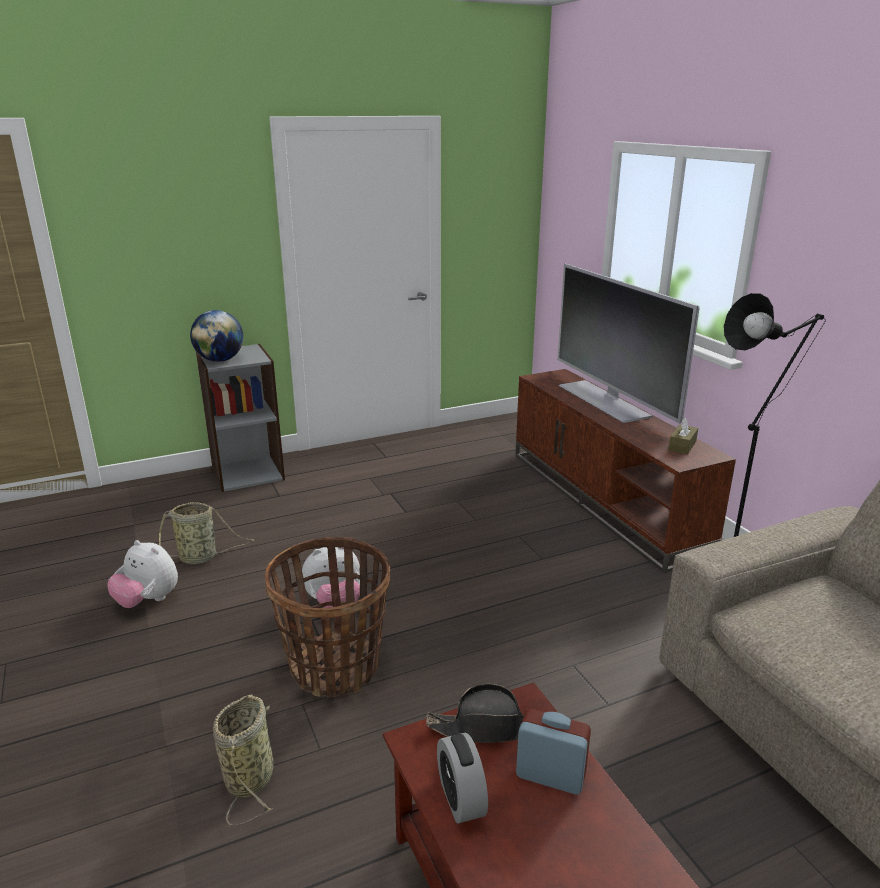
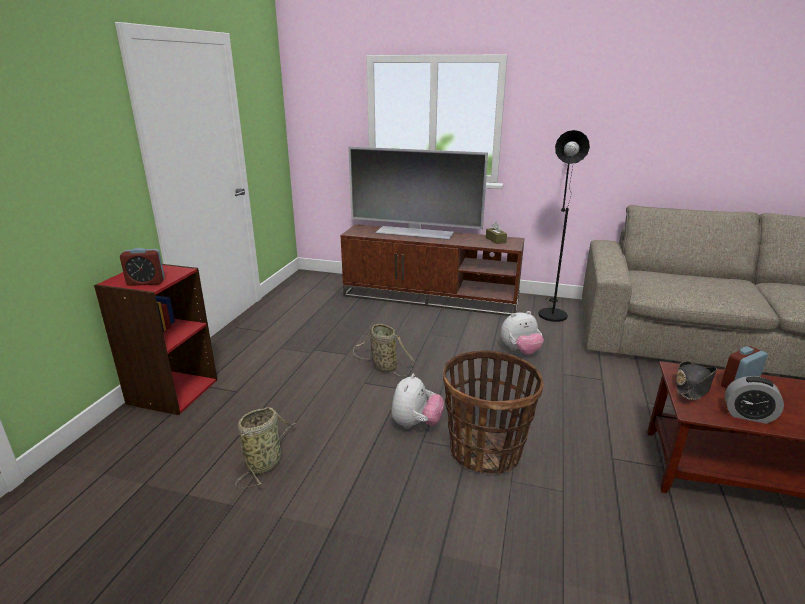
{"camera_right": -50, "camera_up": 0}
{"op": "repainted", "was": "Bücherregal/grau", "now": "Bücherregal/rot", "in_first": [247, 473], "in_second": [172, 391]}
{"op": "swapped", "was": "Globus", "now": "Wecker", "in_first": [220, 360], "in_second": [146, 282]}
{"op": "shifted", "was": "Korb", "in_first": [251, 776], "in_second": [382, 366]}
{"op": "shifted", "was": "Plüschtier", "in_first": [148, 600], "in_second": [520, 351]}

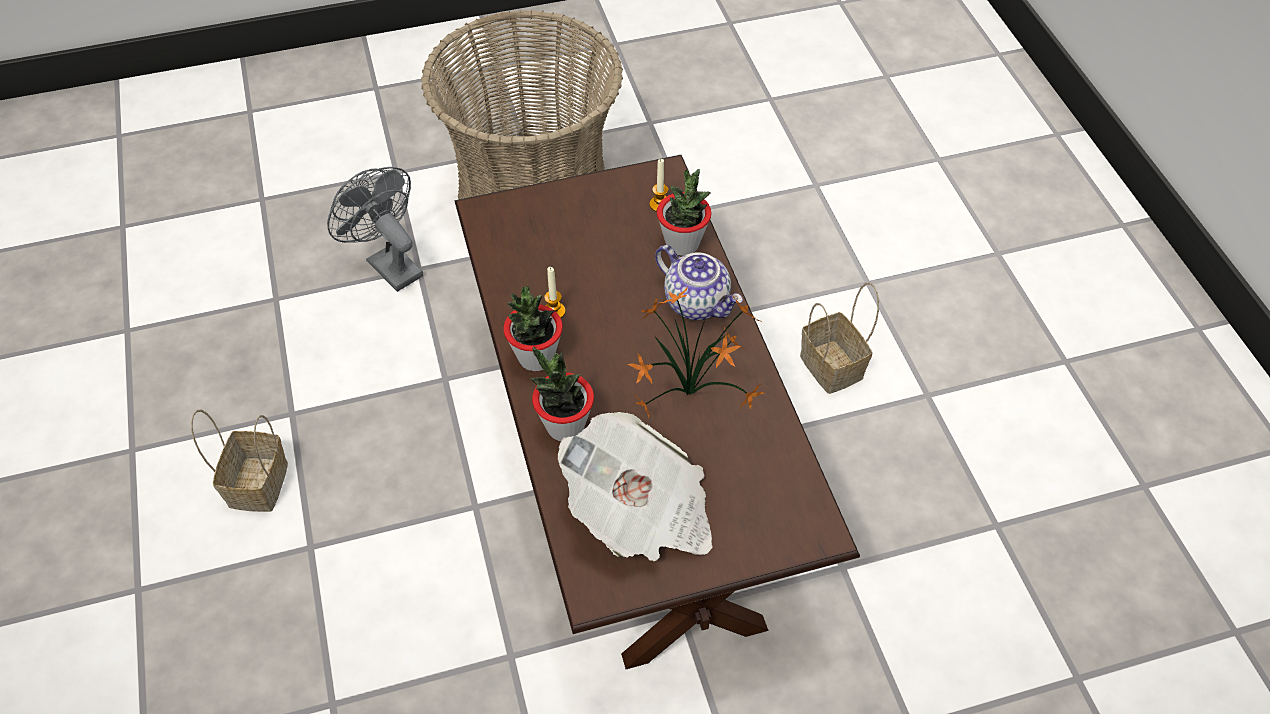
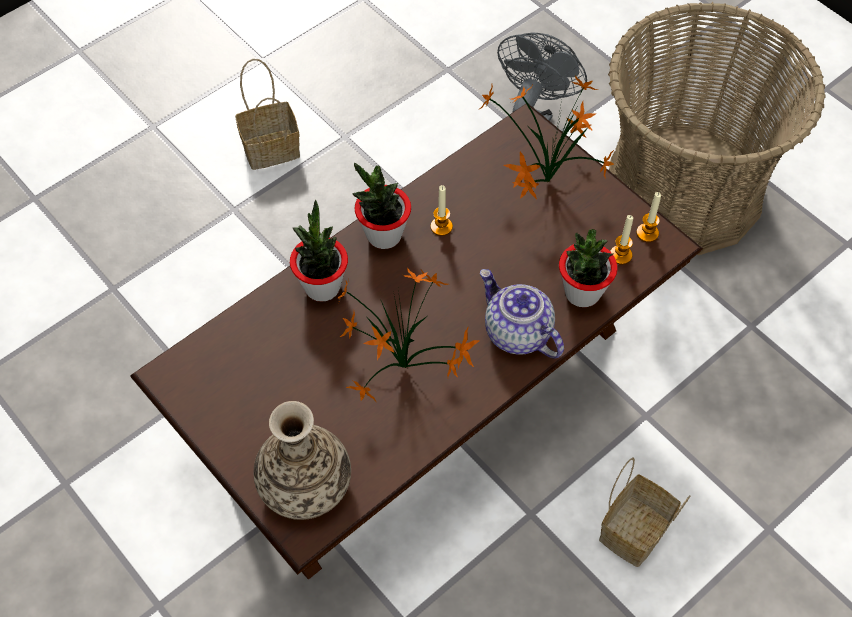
{"camera_right": 65, "camera_up": 5}
{"op": "new", "now": "Vase", "in_second": [305, 485]}
{"op": "new", "now": "Topfpflanze", "in_second": [544, 183]}
{"op": "rotated", "was": "Teekanne", "in_first": [697, 302], "in_second": [516, 333], "clockwise": 120}
{"op": "new", "now": "Kerze", "in_second": [647, 233]}
{"op": "gone", "was": "Zeitung", "in_first": [641, 512]}

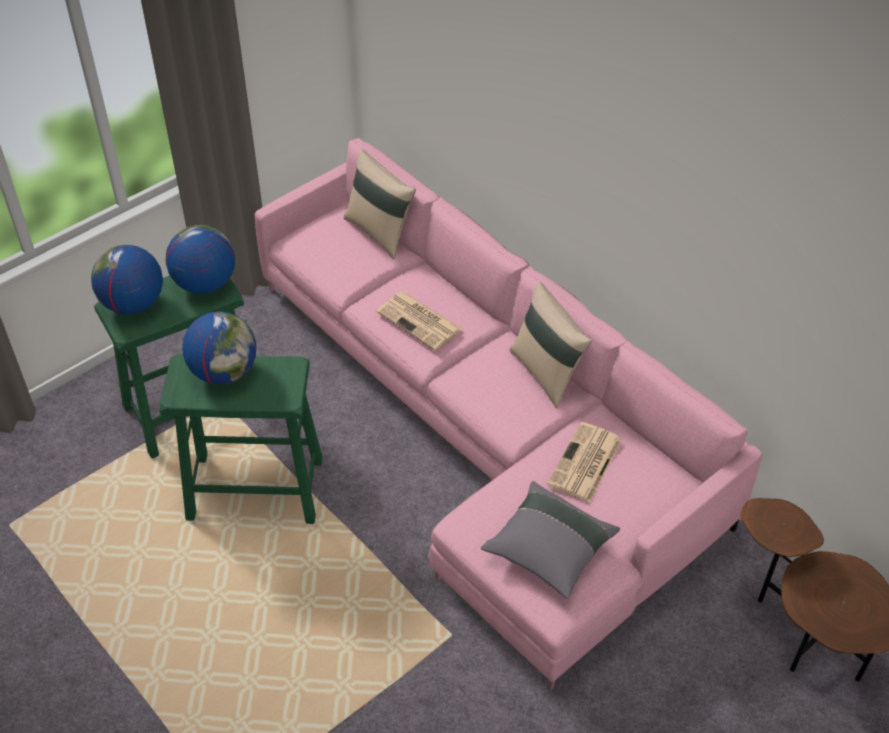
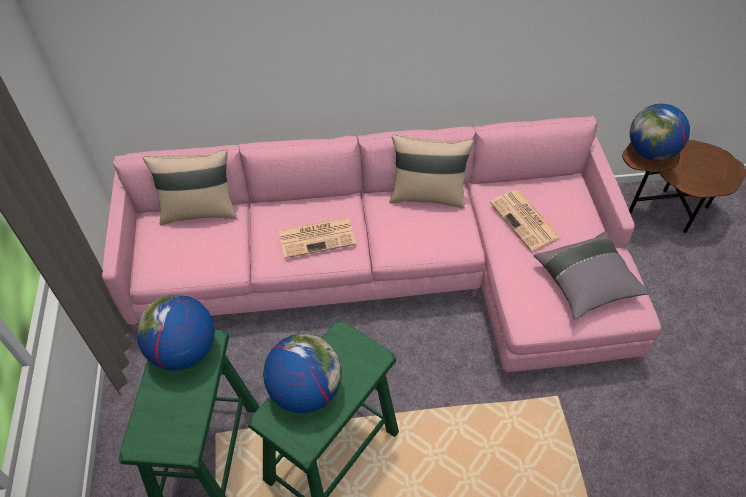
{"camera_right": -55, "camera_up": 5}
{"op": "shifted", "was": "Globus", "in_first": [133, 304], "in_second": [650, 152]}

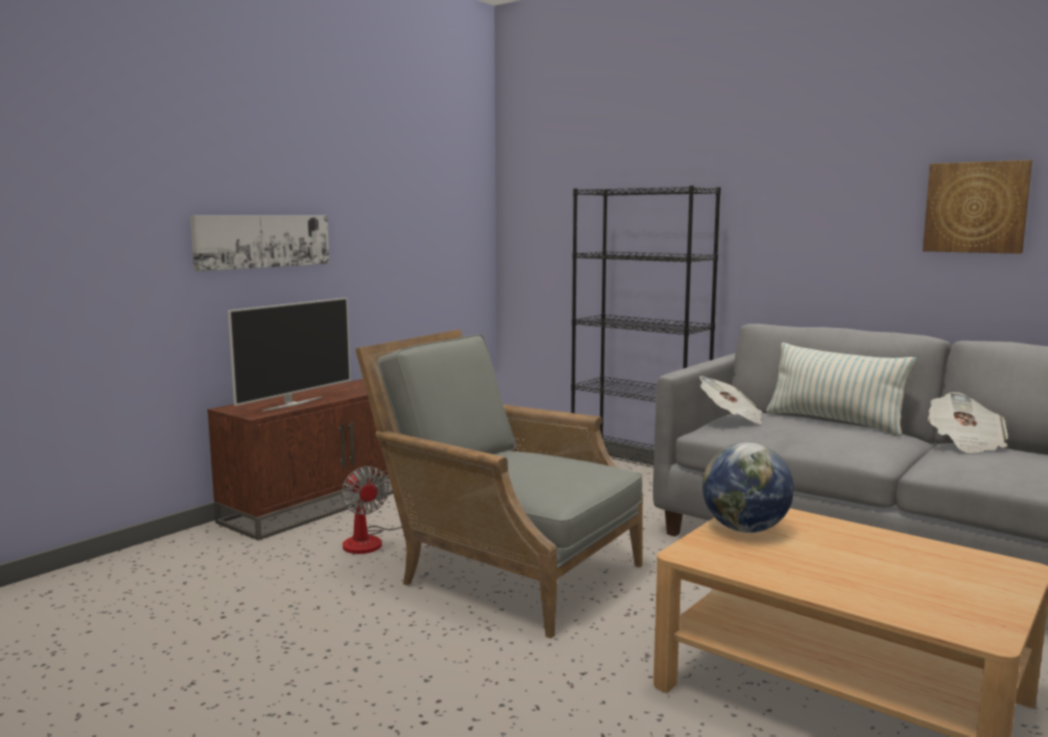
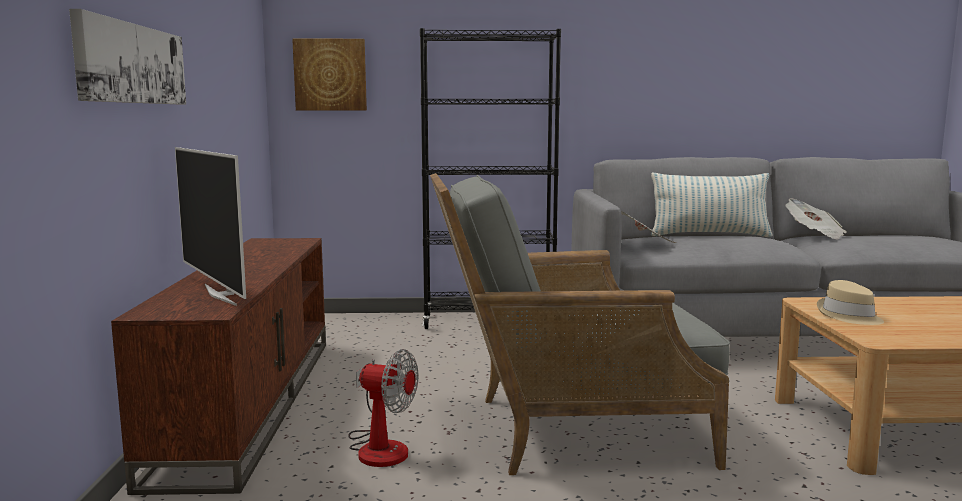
{"camera_right": -40, "camera_up": 0}
{"op": "rotated", "was": "Fernseher", "in_first": [292, 404], "in_second": [221, 294], "clockwise": 150}
{"op": "shifted", "was": "Bild", "in_first": [976, 207], "in_second": [330, 75]}
{"op": "swapped", "was": "Globus", "now": "Hut/beige", "in_first": [744, 529], "in_second": [849, 316]}

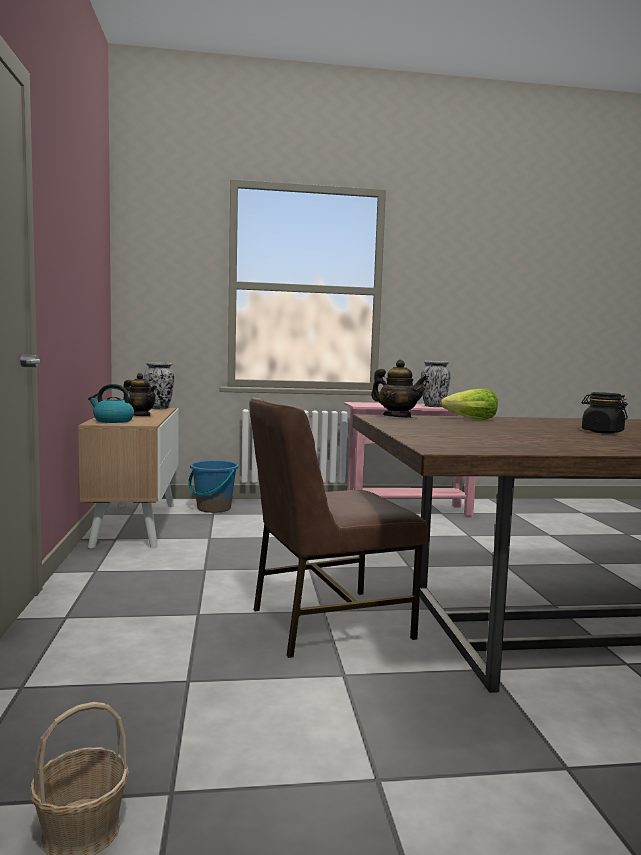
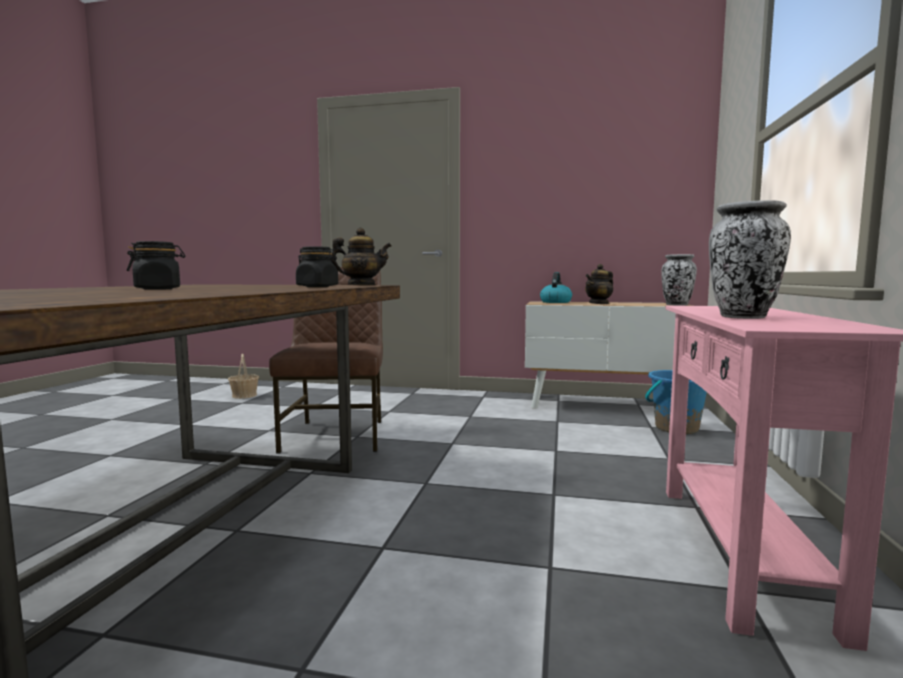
{"camera_right": 110, "camera_up": 0}
{"op": "swapped", "was": "Salatkopf", "now": "Vorratsglas/schwarz", "in_first": [471, 419], "in_second": [317, 287]}
{"op": "rotated", "was": "Teekanne", "in_first": [397, 417], "in_second": [361, 285], "clockwise": -150}

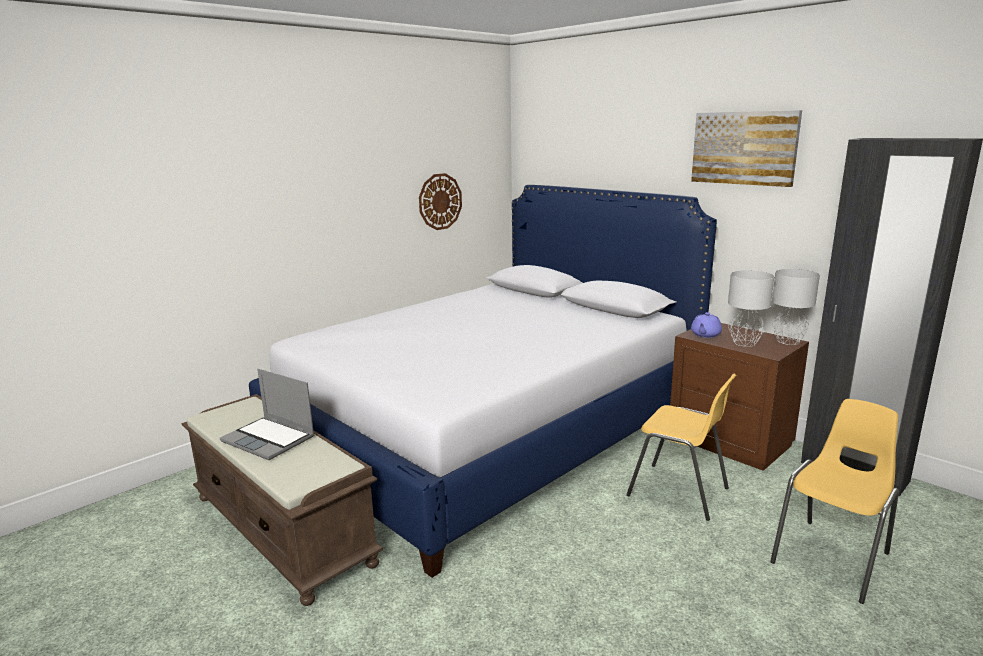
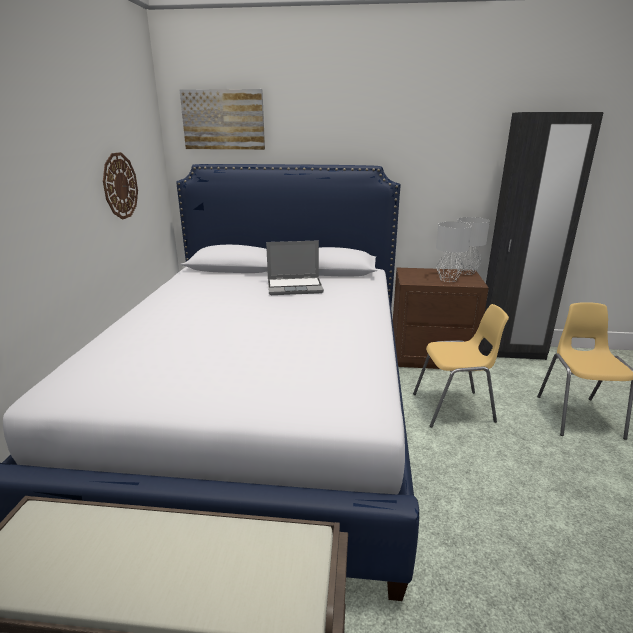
{"camera_right": -40, "camera_up": 5}
{"op": "shifted", "was": "Bild", "in_first": [744, 148], "in_second": [223, 120]}
{"op": "shifted", "was": "Laptop", "in_first": [270, 439], "in_second": [295, 287]}
{"op": "gone", "was": "Teekanne/lila", "in_first": [705, 335]}

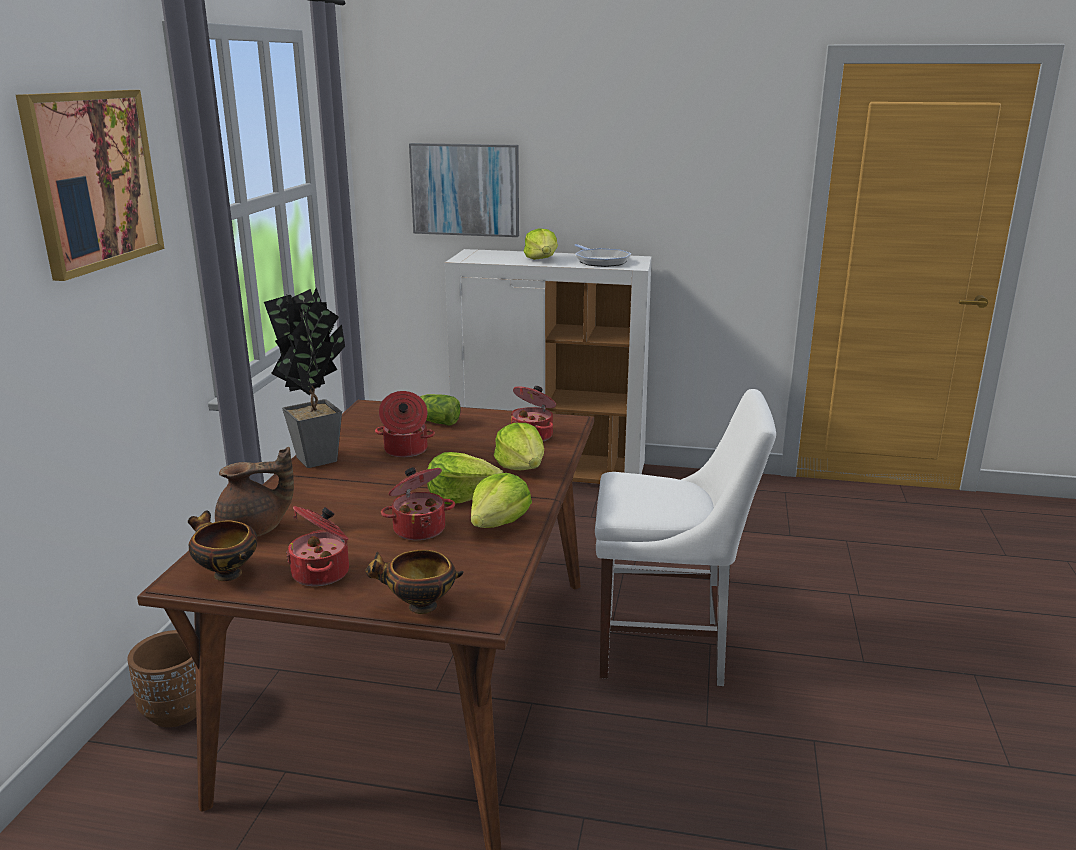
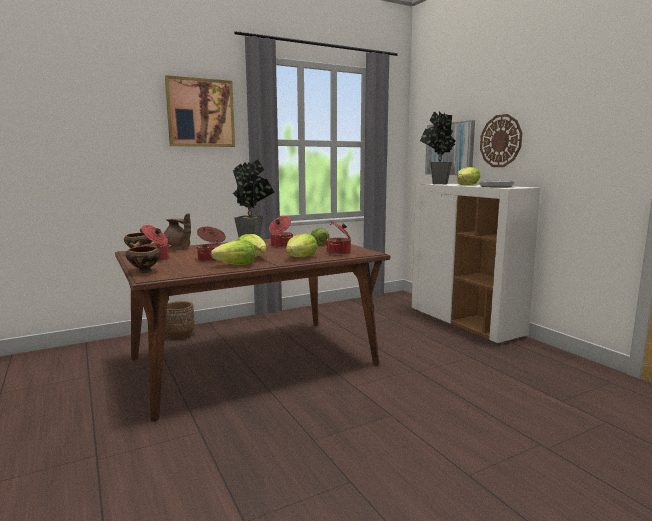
{"camera_right": 50, "camera_up": -10}
{"op": "new", "now": "Topfpflanze", "in_second": [438, 184]}
{"op": "new", "now": "Wanduhr", "in_second": [500, 141]}
{"op": "gone", "was": "Stuhl/weiß", "in_first": [669, 649]}

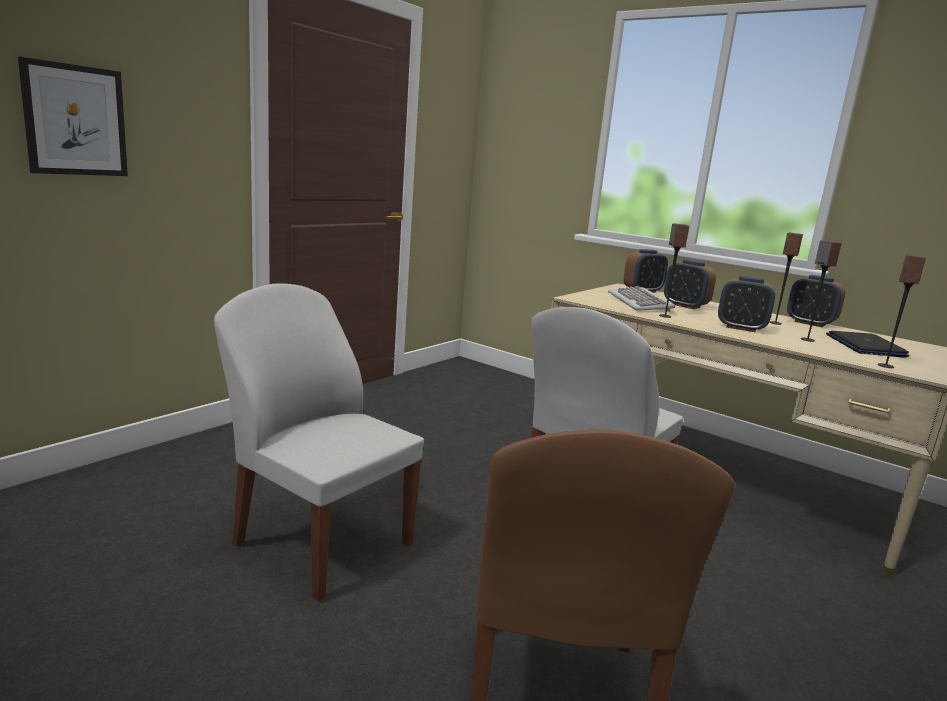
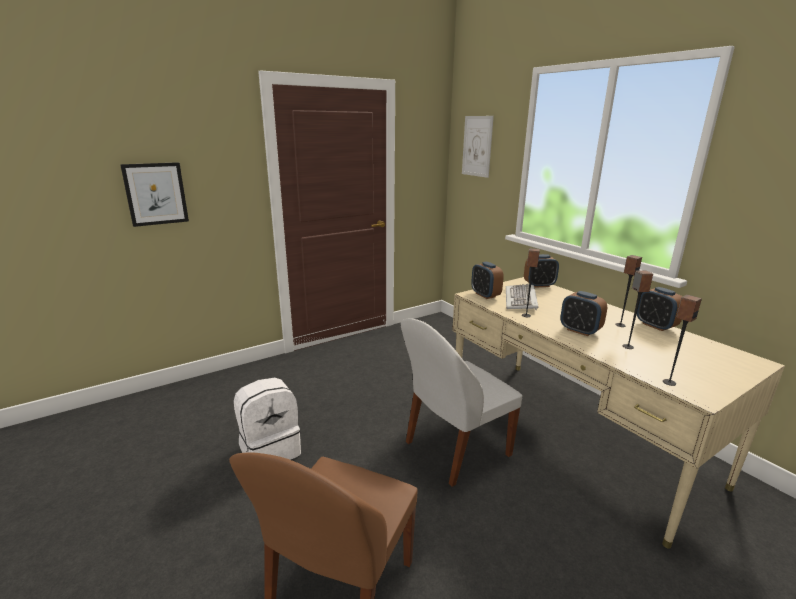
{"camera_right": 20, "camera_up": 5}
{"op": "swapped", "was": "Stuhl/weiß", "now": "Rucksack/weiß", "in_first": [321, 542], "in_second": [270, 450]}
{"op": "new", "now": "Bild", "in_second": [477, 146]}
{"op": "shifted", "was": "Wecker", "in_first": [685, 306], "in_second": [485, 295]}
{"op": "gone", "was": "Laptop", "in_first": [864, 346]}

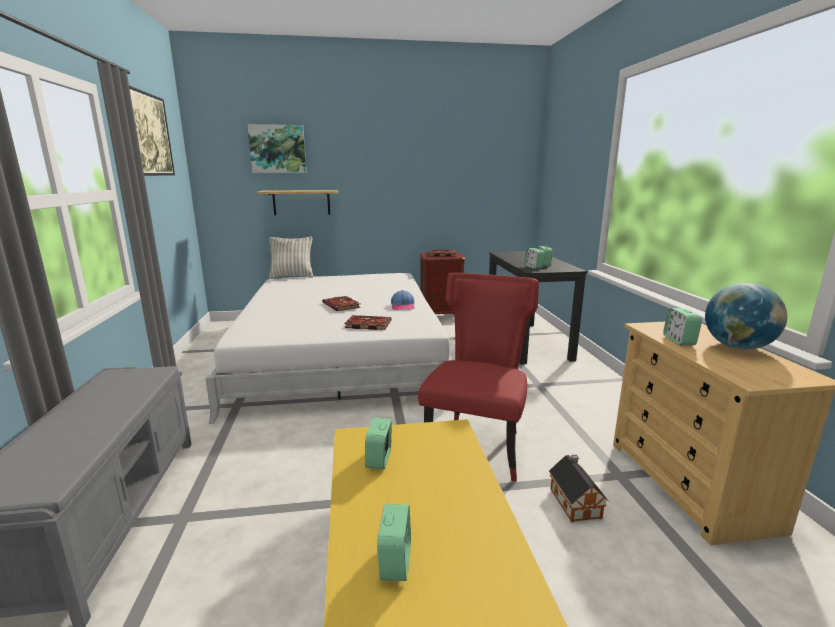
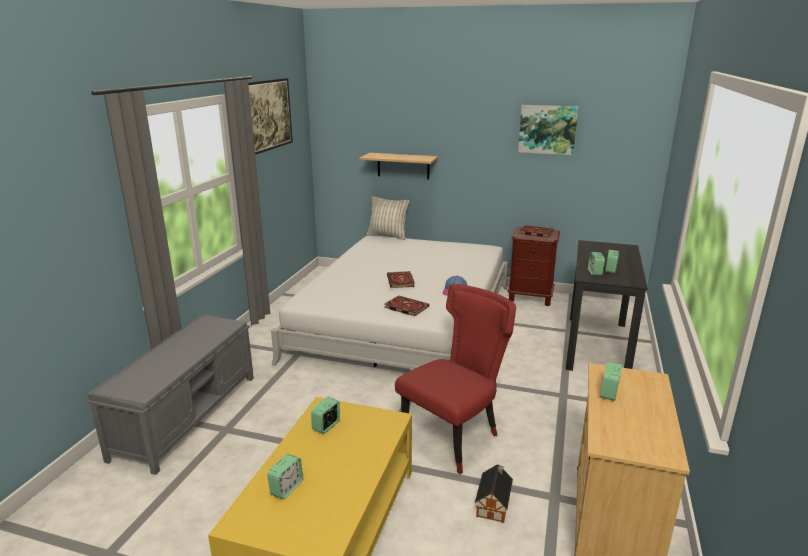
{"camera_right": 25, "camera_up": 5}
{"op": "shifted", "was": "Bild", "in_first": [278, 149], "in_second": [547, 129]}
{"op": "gone", "was": "Globus", "in_first": [737, 347]}

